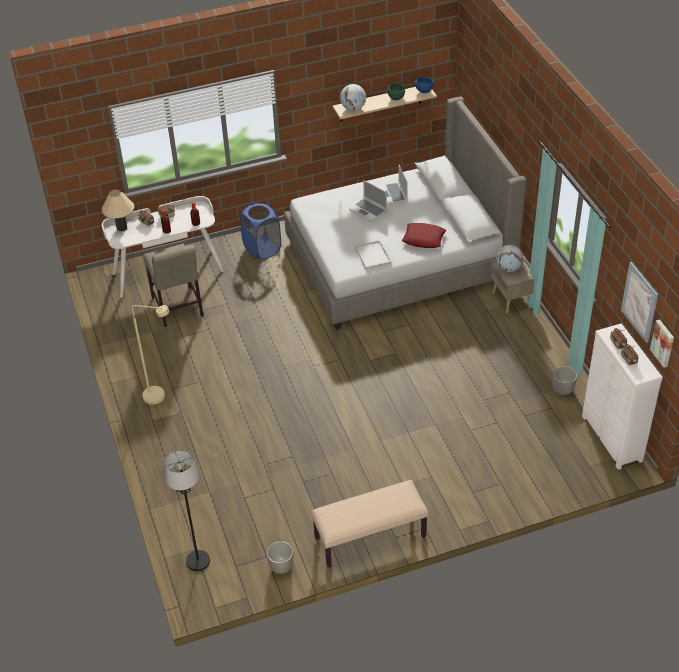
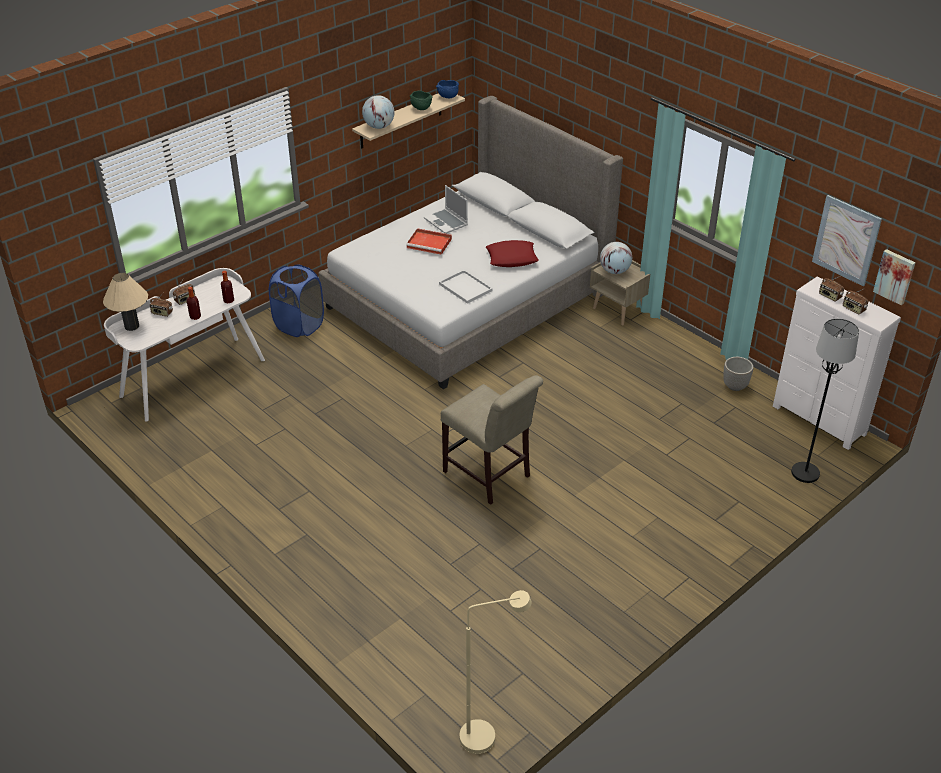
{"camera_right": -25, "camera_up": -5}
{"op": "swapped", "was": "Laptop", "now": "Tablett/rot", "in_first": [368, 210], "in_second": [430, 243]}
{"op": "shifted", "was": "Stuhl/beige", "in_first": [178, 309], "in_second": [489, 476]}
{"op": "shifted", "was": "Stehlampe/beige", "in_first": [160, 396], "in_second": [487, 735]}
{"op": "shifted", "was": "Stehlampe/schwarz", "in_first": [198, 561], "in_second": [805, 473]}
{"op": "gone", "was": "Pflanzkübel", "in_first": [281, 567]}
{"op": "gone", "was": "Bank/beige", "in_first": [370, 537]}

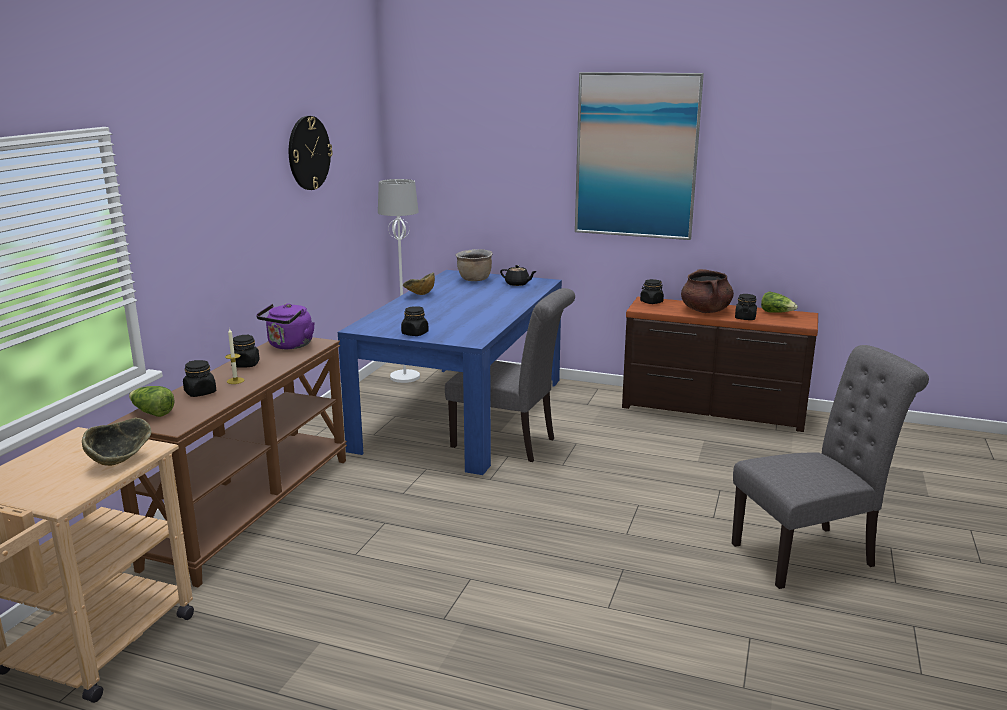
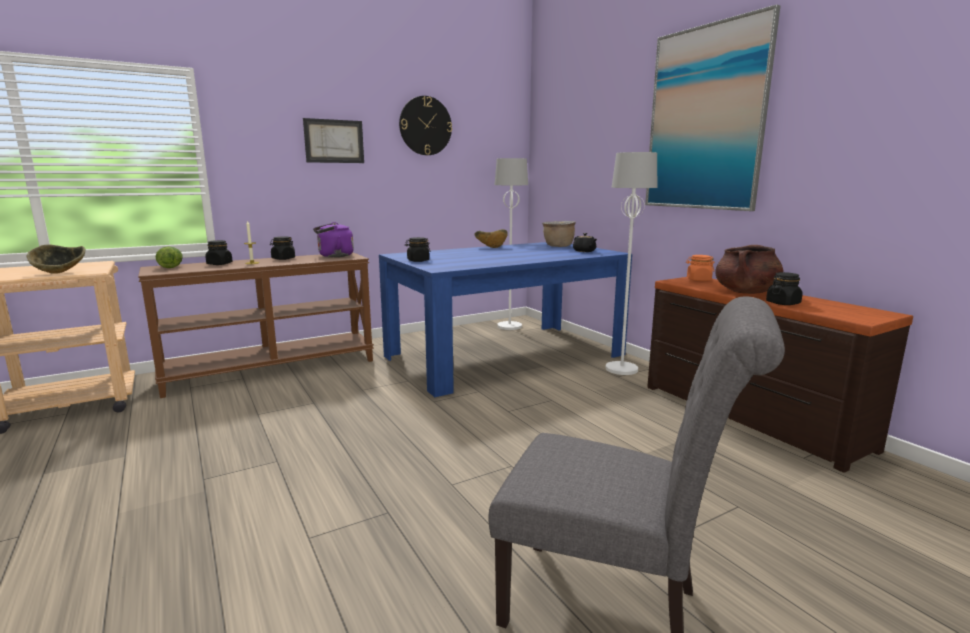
{"camera_right": 40, "camera_up": -5}
{"op": "new", "now": "Bild", "in_second": [334, 141]}
{"op": "new", "now": "Stehlampe/weiß", "in_second": [621, 369]}
{"op": "repainted", "was": "Vorratsglas/schwarz", "now": "Vorratsglas/orange", "in_first": [651, 302], "in_second": [698, 280]}
{"op": "gone", "was": "Stuhl/grau", "in_first": [510, 443]}
{"op": "gone", "was": "Salatkopf", "in_first": [776, 313]}

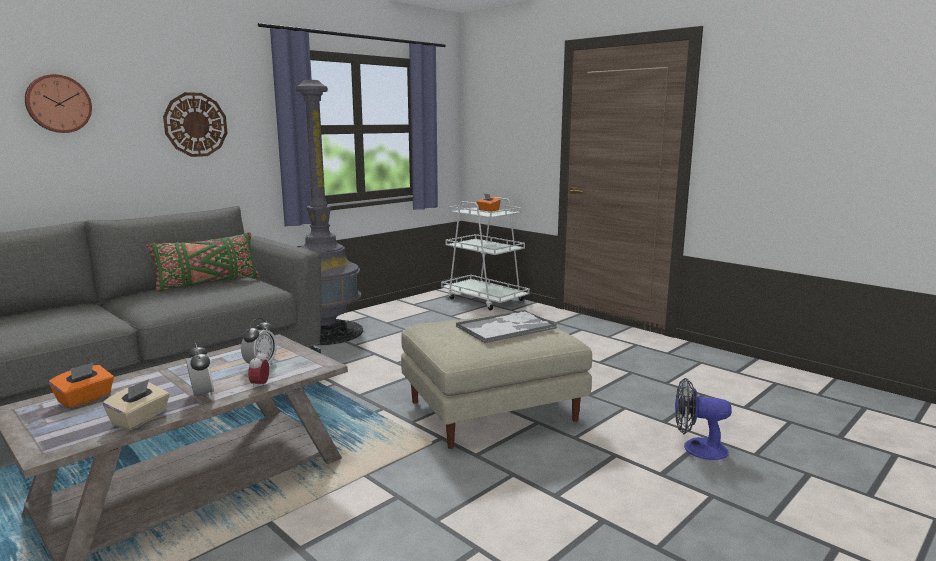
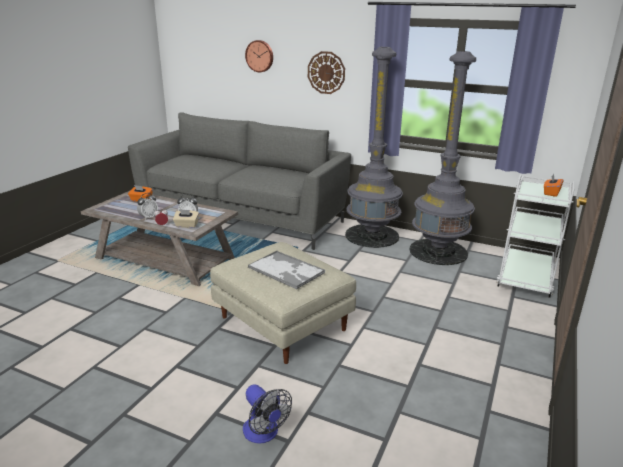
{"camera_right": 70, "camera_up": 10}
{"op": "shifted", "was": "Taschentuchbox/beige", "in_first": [140, 419], "in_second": [186, 225]}
{"op": "rotated", "was": "Ventilator", "in_first": [697, 448], "in_second": [264, 434], "clockwise": 150}
{"op": "new", "now": "Stehlampe/grau", "in_second": [438, 251]}
{"op": "gone", "was": "Kissen/grün", "in_first": [207, 283]}

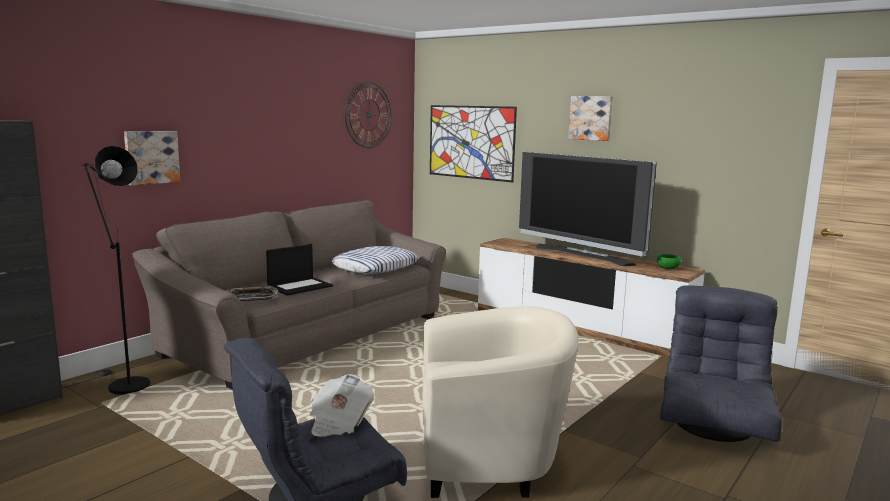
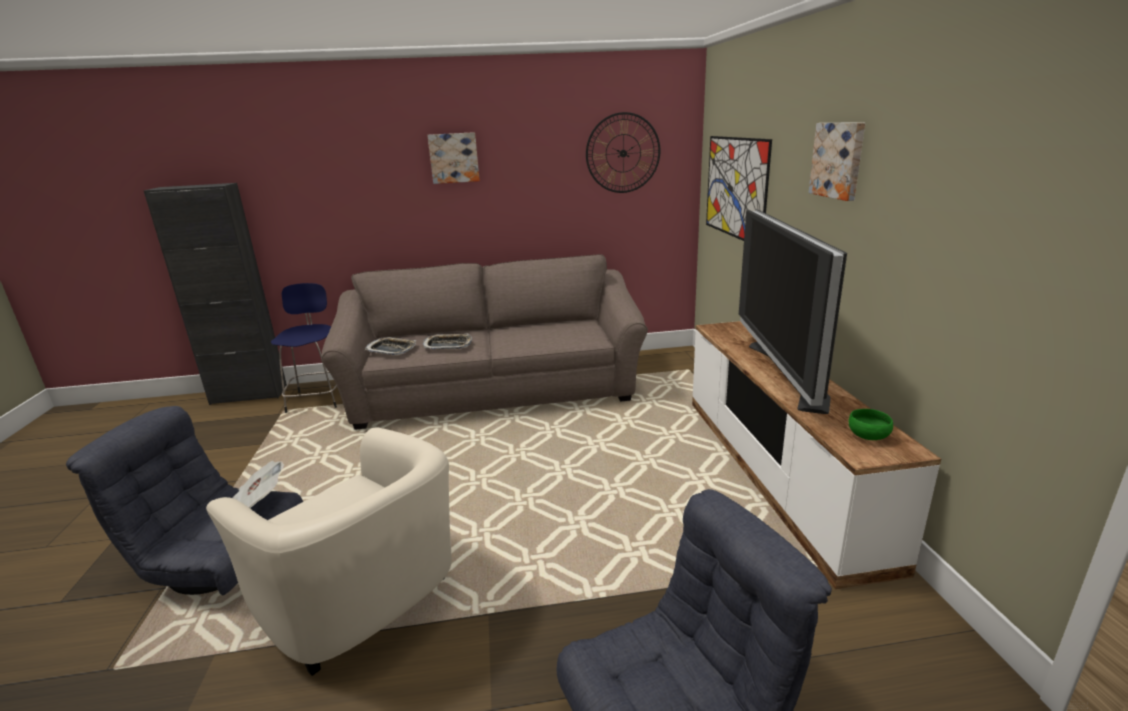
{"camera_right": 45, "camera_up": 10}
{"op": "swapped", "was": "Stehlampe/schwarz", "now": "Hocker/blau", "in_first": [124, 384], "in_second": [317, 398]}
{"op": "swapped", "was": "Laptop", "now": "Tablett", "in_first": [300, 286], "in_second": [448, 345]}
{"op": "shifted", "was": "Bild", "in_first": [151, 157], "in_second": [454, 158]}
{"op": "gone", "was": "Kissen", "in_first": [376, 267]}

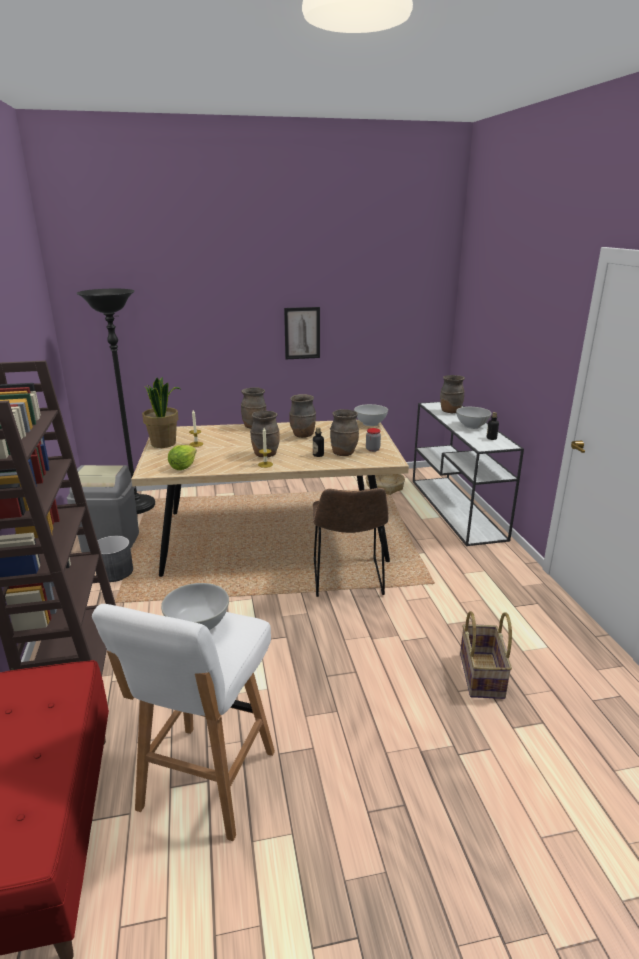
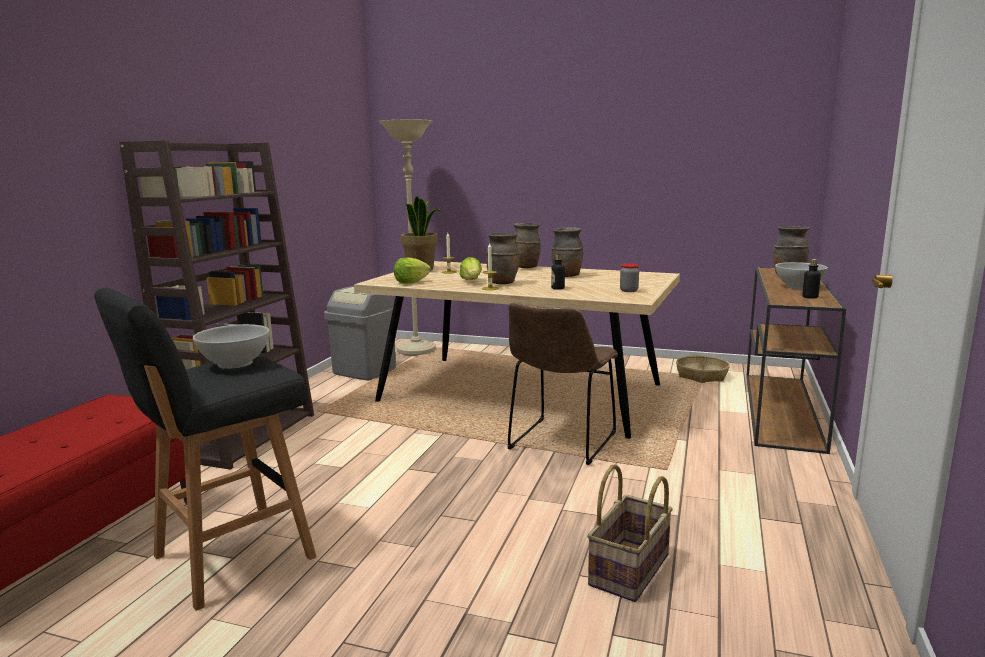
{"camera_right": 30, "camera_up": -10}
{"op": "repainted", "was": "Hocker/weiß", "now": "Hocker/schwarz", "in_first": [206, 782], "in_second": [230, 558]}
{"op": "repainted", "was": "Stehlampe/schwarz", "now": "Stehlampe/beige", "in_first": [136, 506], "in_second": [416, 350]}
{"op": "new", "now": "Salatkopf", "in_second": [471, 281]}
{"op": "repainted", "was": "Konsolentisch/weiß", "now": "Konsolentisch/braun", "in_first": [457, 509], "in_second": [782, 410]}
{"op": "gone", "was": "Pflanzkübel/grau", "in_first": [115, 572]}
{"op": "gone", "was": "Bild", "in_first": [302, 333]}
{"op": "gone", "was": "Vase/braun", "in_first": [343, 453]}
{"op": "gone", "was": "Schüssel/weiß", "in_first": [370, 423]}

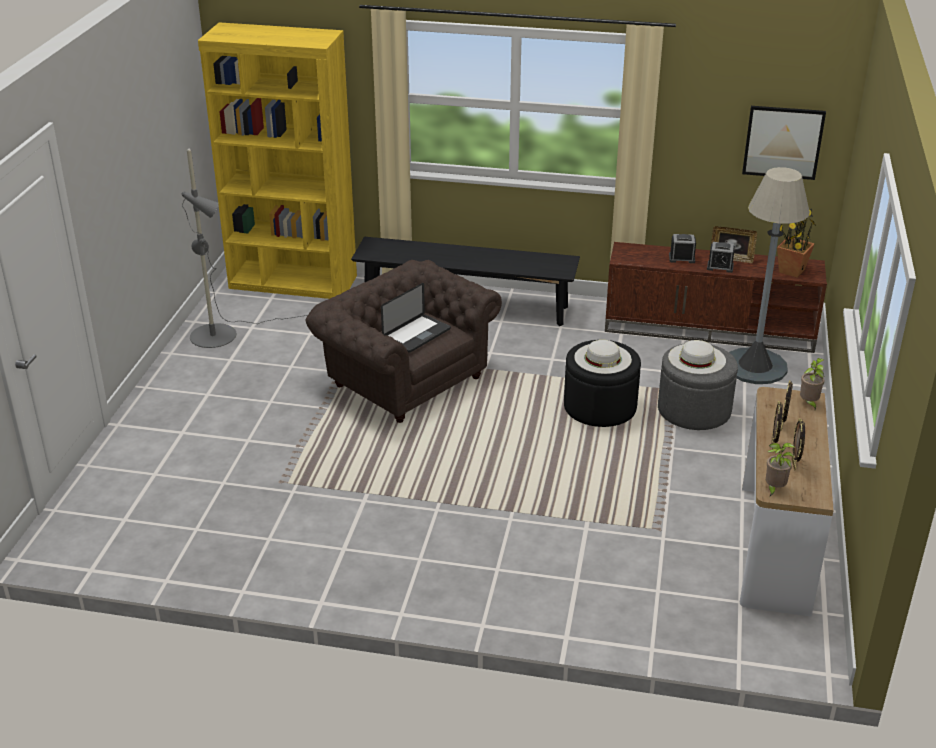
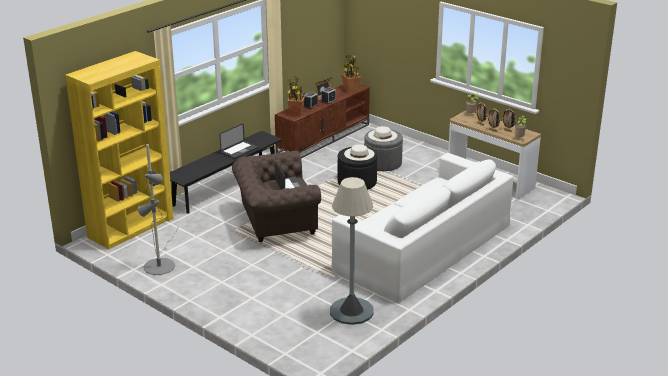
{"camera_right": -60, "camera_up": -5}
{"op": "new", "now": "Laptop", "in_second": [239, 150]}
{"op": "new", "now": "Topfpflanze", "in_second": [296, 112]}
{"op": "shifted", "was": "Stehlampe/grau", "in_first": [755, 366], "in_second": [351, 311]}
{"op": "new", "now": "Sofa/weiß", "in_second": [423, 247]}
{"op": "gone", "was": "Bild", "in_first": [783, 142]}

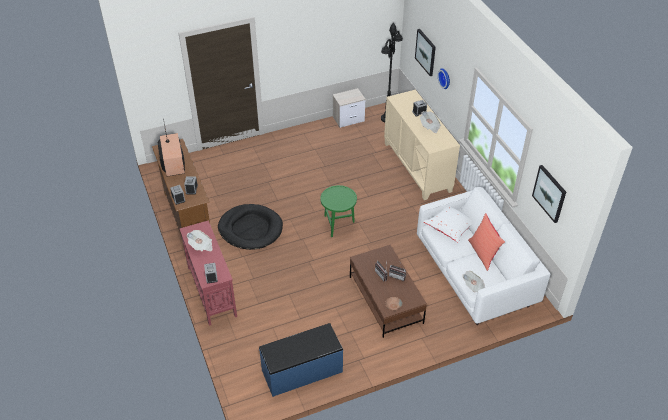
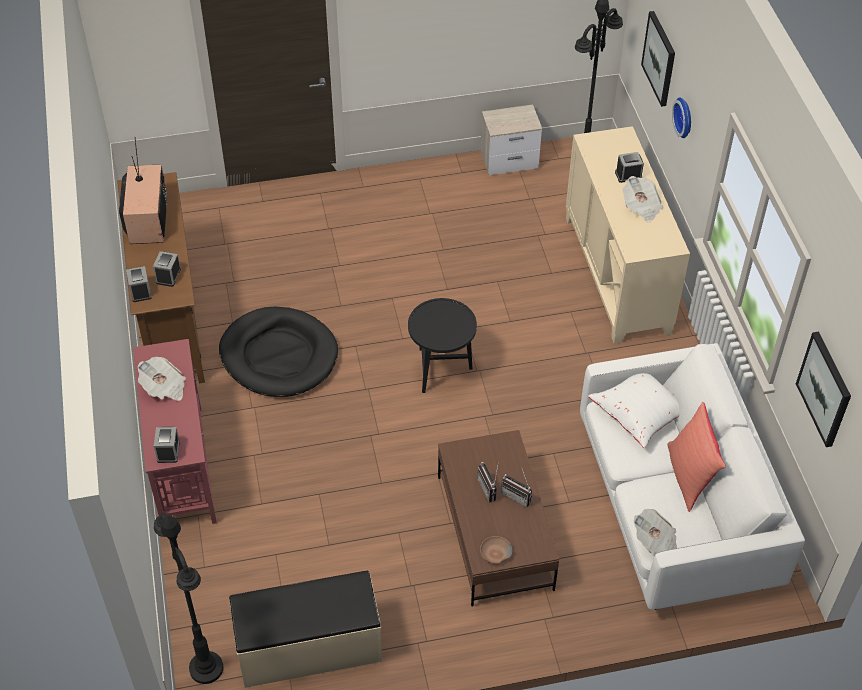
{"camera_right": 10, "camera_up": 5}
{"op": "new", "now": "Stehlampe/schwarz", "in_second": [206, 668]}
{"op": "repainted", "was": "Bank/blau", "now": "Bank/beige", "in_first": [302, 371], "in_second": [309, 648]}
{"op": "repainted", "was": "Beistelltisch/grün", "now": "Beistelltisch/schwarz", "in_first": [338, 224], "in_second": [441, 369]}

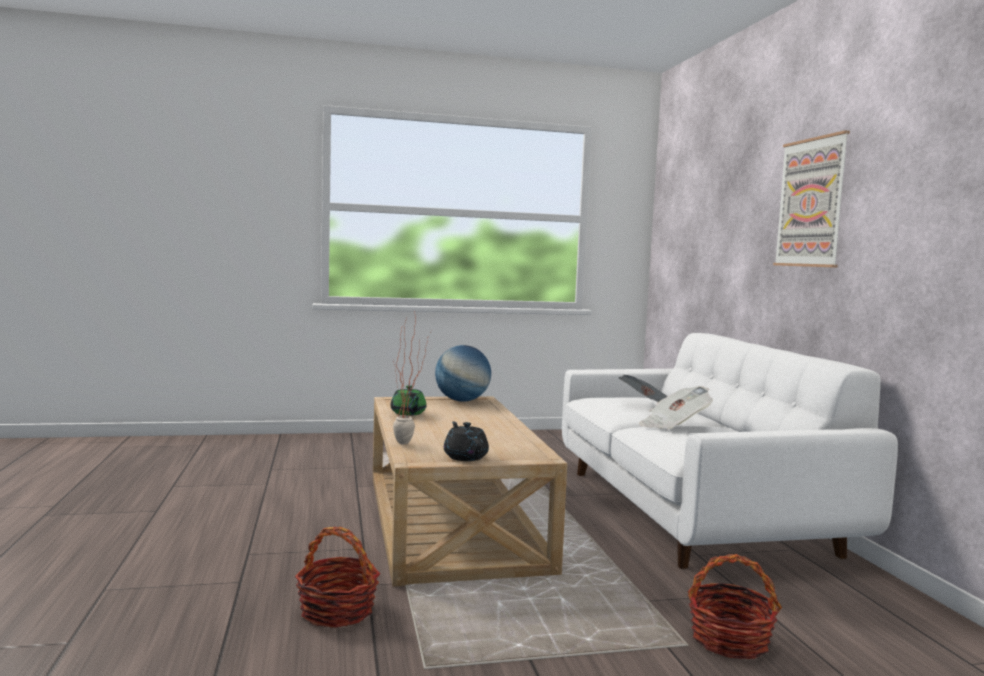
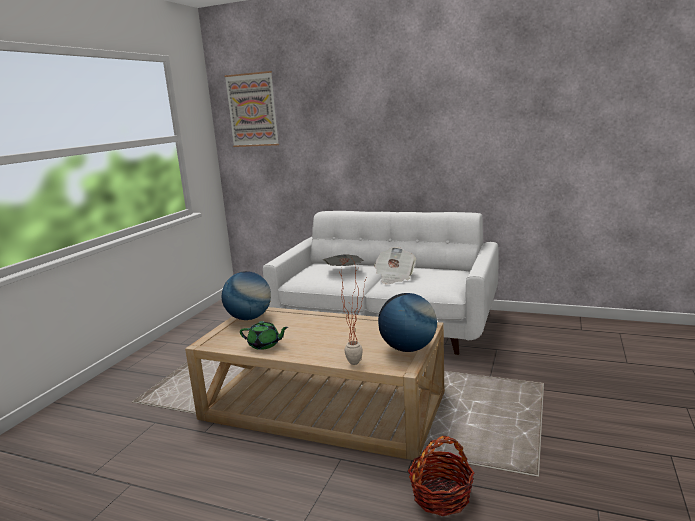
{"camera_right": -55, "camera_up": 10}
{"op": "shifted", "was": "Bild", "in_first": [811, 203], "in_second": [252, 110]}
{"op": "swapped", "was": "Teekanne/schwarz", "now": "Globus", "in_first": [465, 457], "in_second": [408, 348]}
{"op": "gone", "was": "Korb", "in_first": [729, 640]}

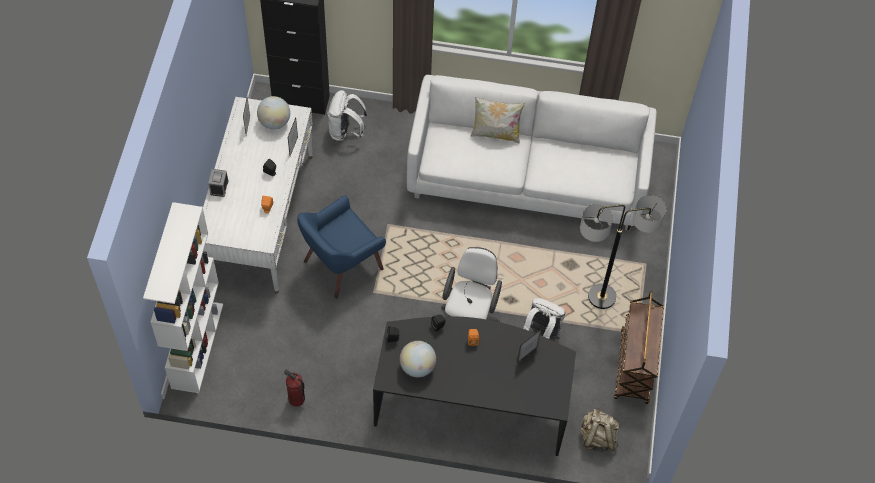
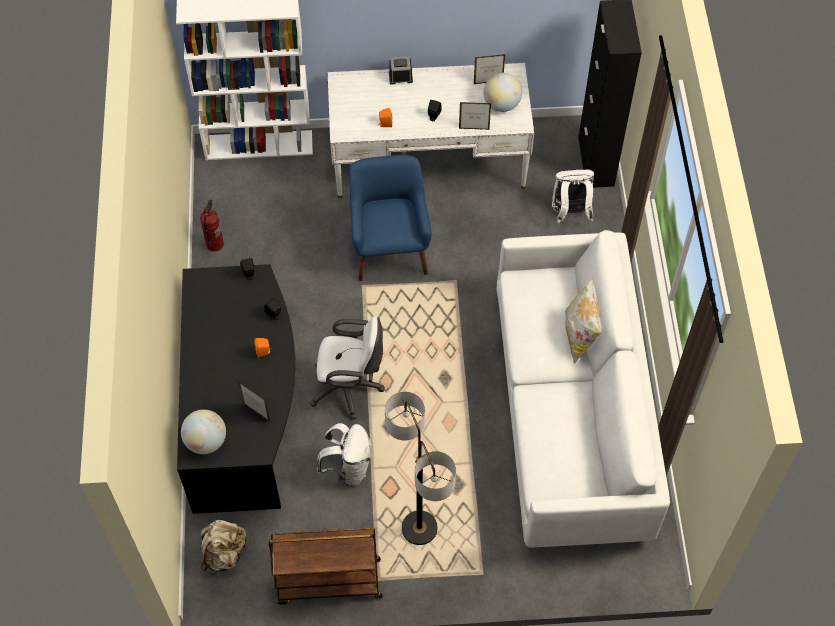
{"camera_right": 80, "camera_up": 0}
{"op": "shifted", "was": "Globus", "in_first": [417, 367], "in_second": [206, 441]}
{"op": "rotated", "was": "Sessel/blau", "in_first": [342, 265], "in_second": [389, 248], "clockwise": 45}

